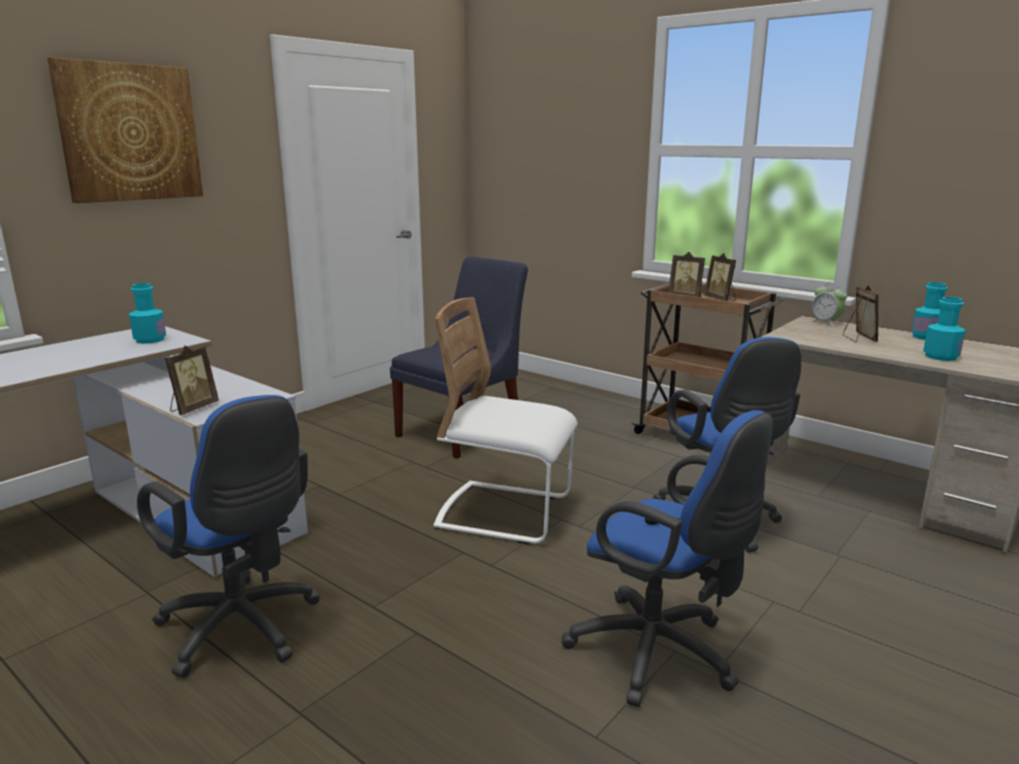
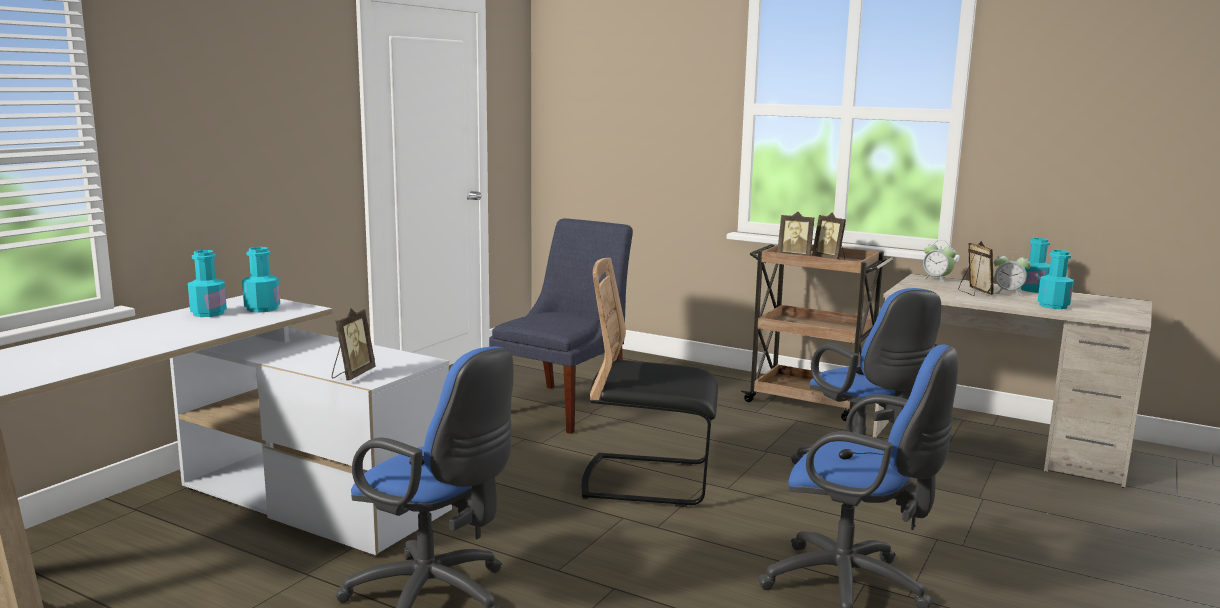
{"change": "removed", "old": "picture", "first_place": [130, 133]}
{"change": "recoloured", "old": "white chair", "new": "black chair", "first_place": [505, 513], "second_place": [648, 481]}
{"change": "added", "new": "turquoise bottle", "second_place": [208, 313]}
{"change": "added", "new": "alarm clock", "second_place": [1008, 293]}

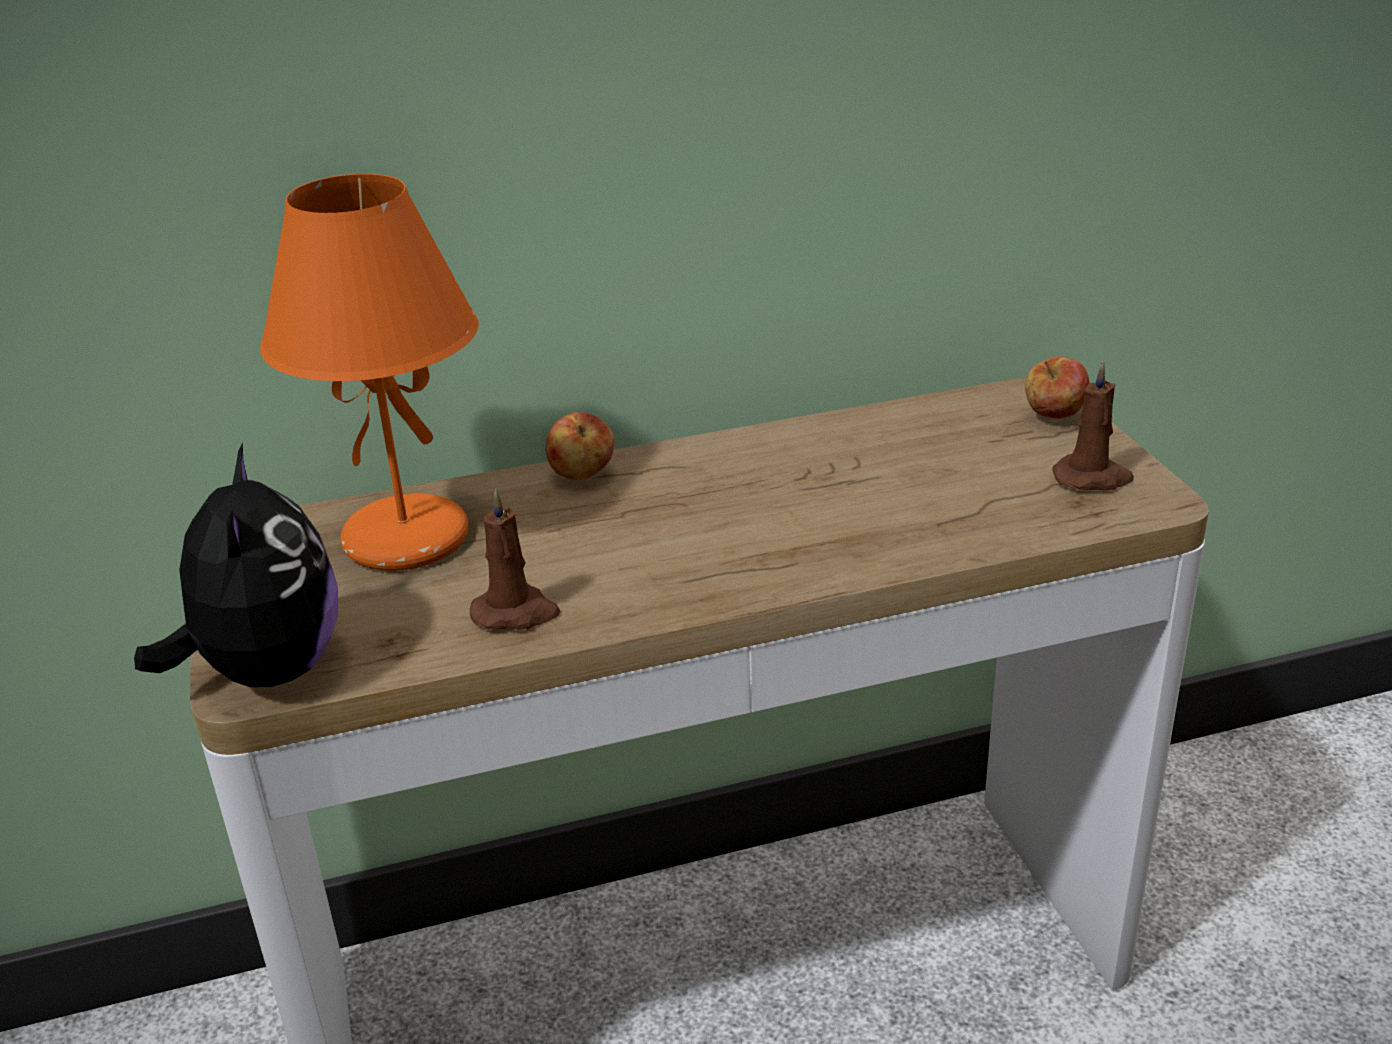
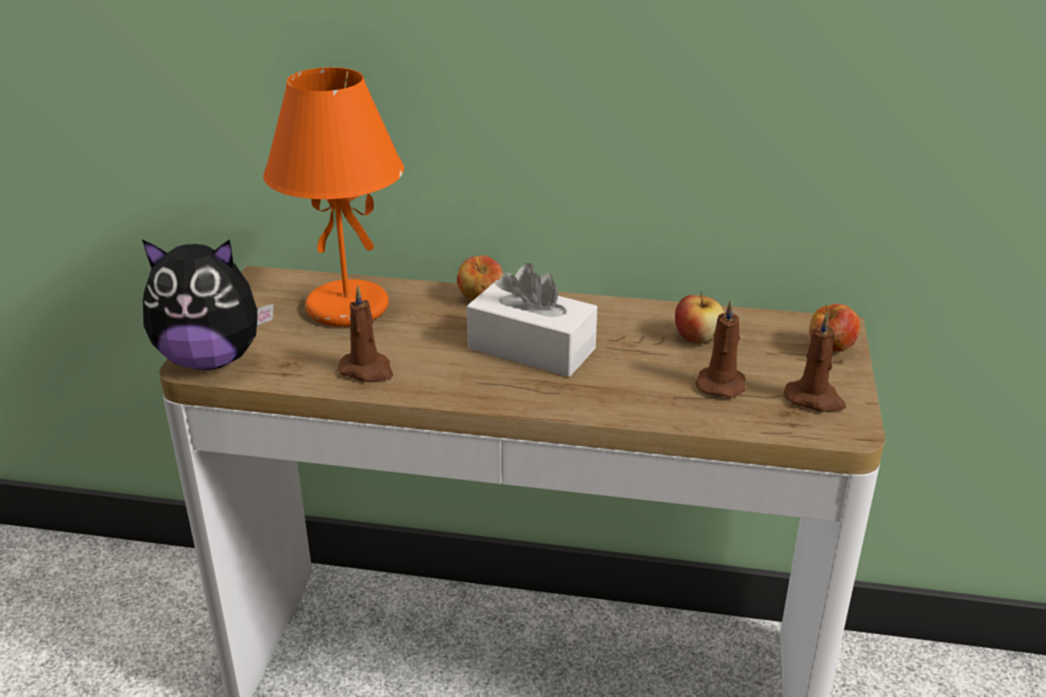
{"change": "turned", "old": "plush toy", "first_place": [266, 671], "second_place": [211, 360], "degrees": 75}
{"change": "added", "new": "white tissue box", "second_place": [531, 348]}
{"change": "added", "new": "apple", "second_place": [697, 338]}
{"change": "added", "new": "brown candle", "second_place": [721, 383]}

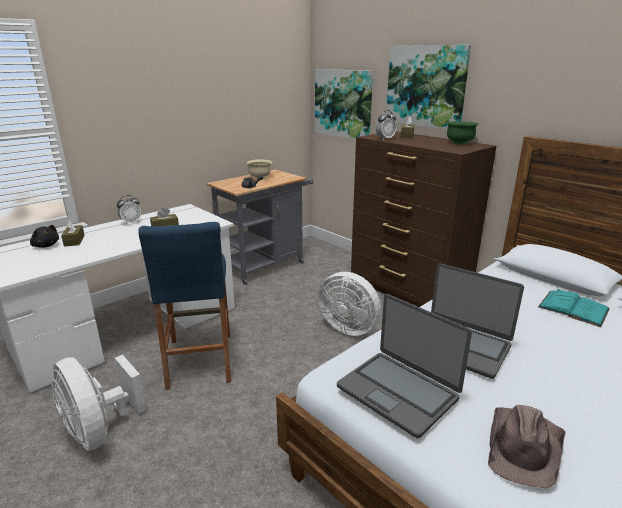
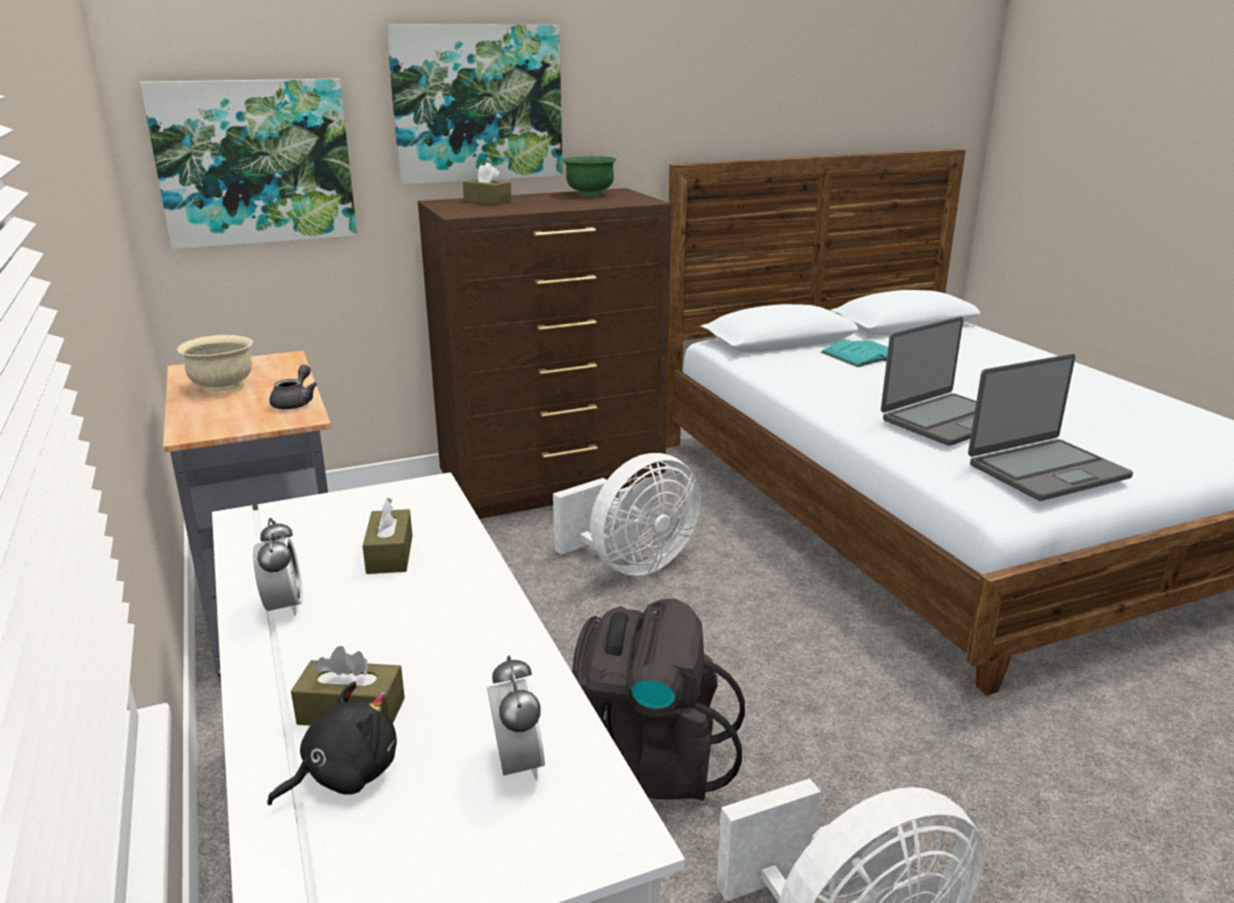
{"change": "replaced", "old": "blue stool", "new": "black backpack", "first_place": [199, 360], "second_place": [643, 764]}
{"change": "moved", "old": "alarm clock", "first_place": [385, 139], "second_place": [517, 764]}
{"change": "removed", "old": "brown hat", "first_place": [524, 447]}

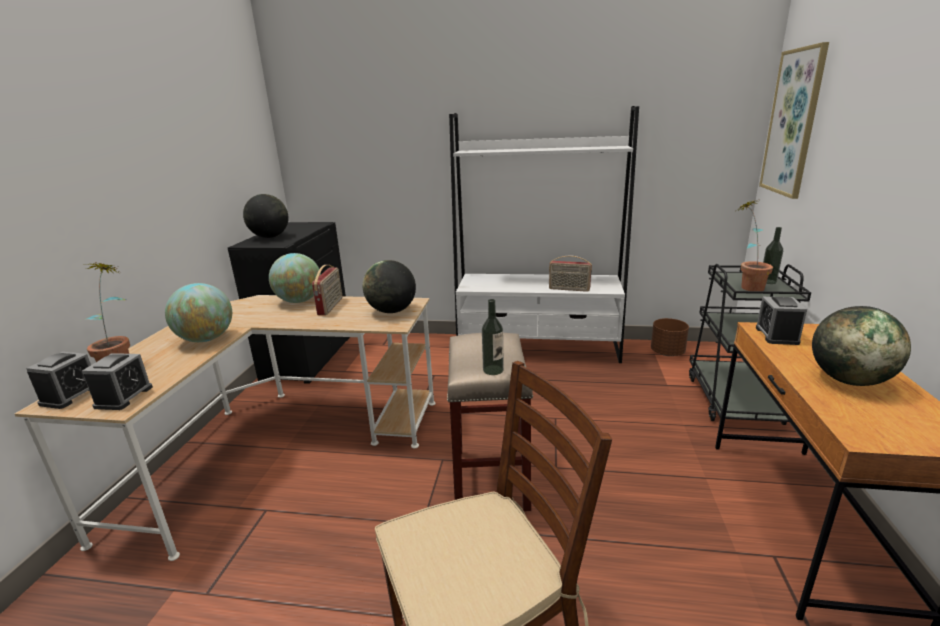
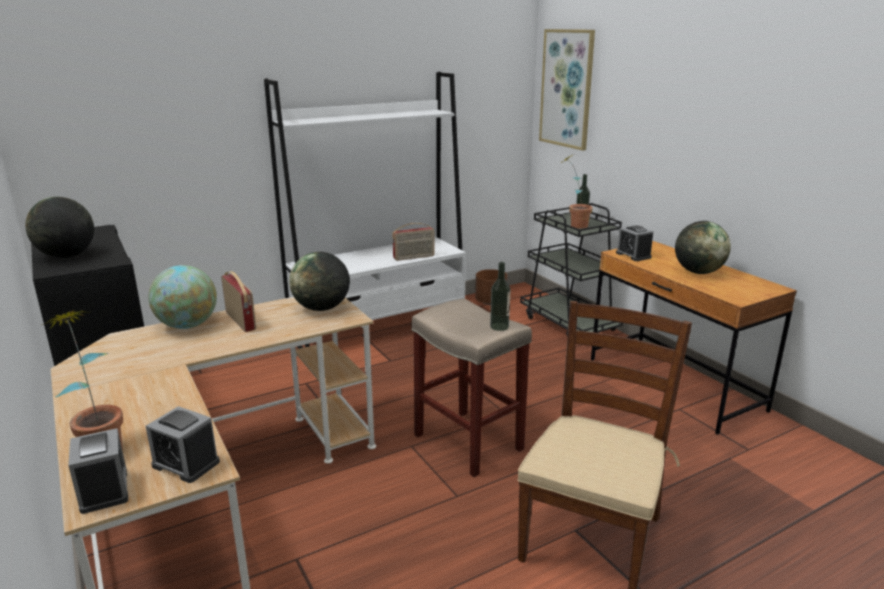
{"change": "turned", "old": "alarm clock", "first_place": [124, 397], "second_place": [186, 464], "degrees": 150}
{"change": "removed", "old": "globe", "first_place": [206, 339]}

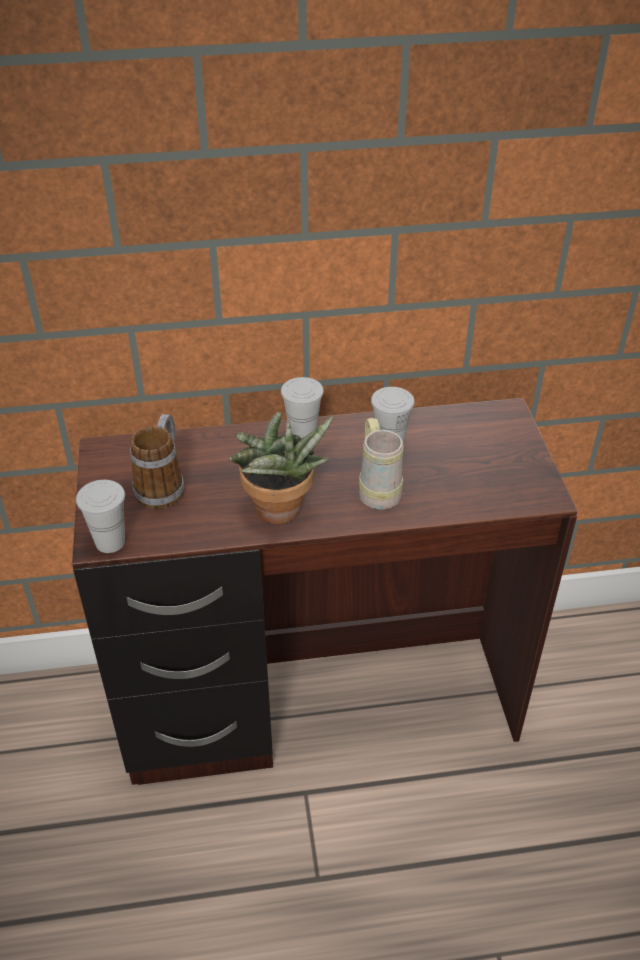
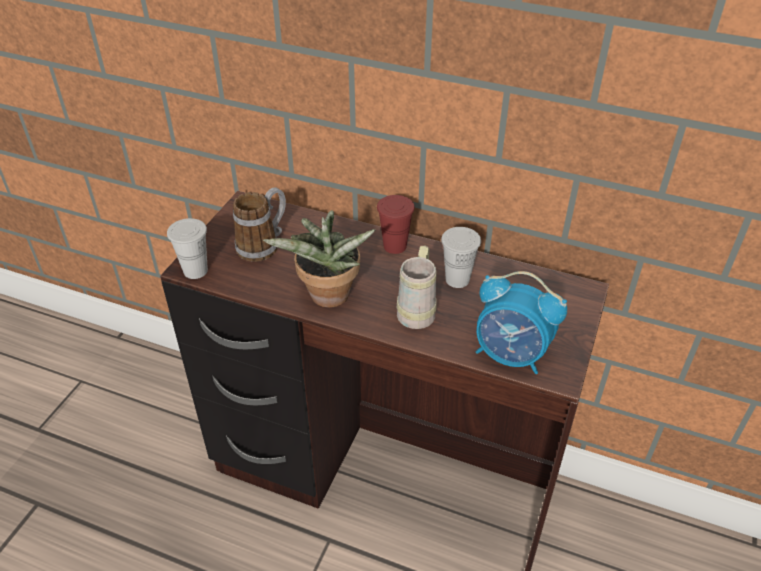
{"change": "recoloured", "old": "white cup", "new": "red cup", "first_place": [302, 435], "second_place": [395, 246]}
{"change": "added", "new": "alarm clock", "second_place": [511, 355]}

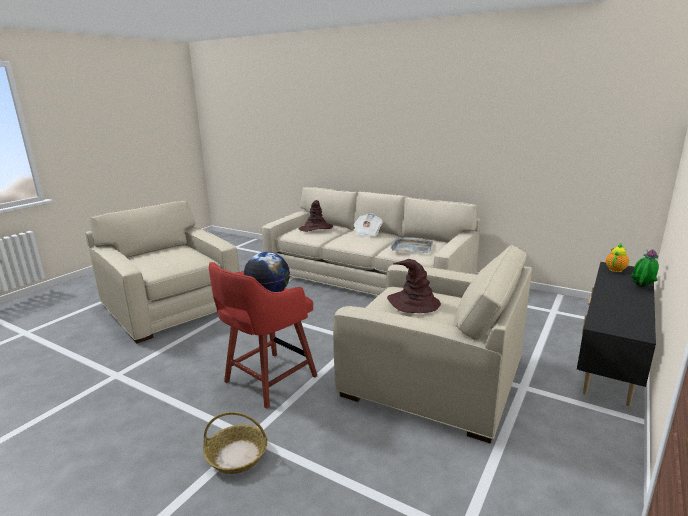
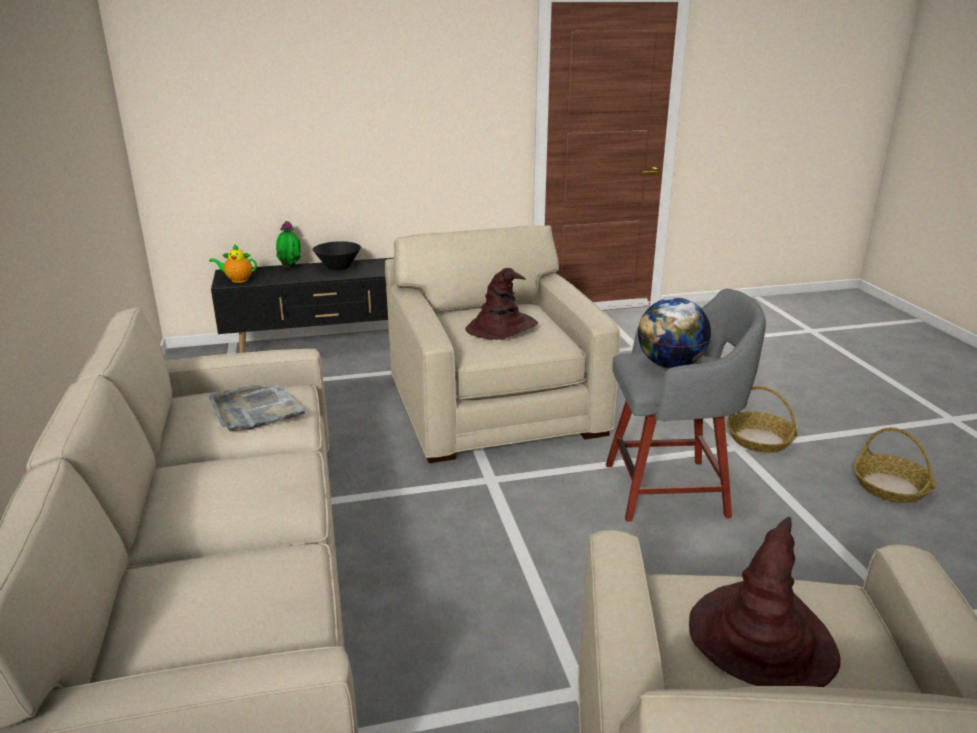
{"change": "recoloured", "old": "red stool", "new": "grey stool", "first_place": [268, 380], "second_place": [670, 490]}
{"change": "moved", "old": "brown hat", "first_place": [316, 228], "second_place": [761, 639]}
{"change": "removed", "old": "newspaper", "first_place": [366, 234]}
{"change": "added", "new": "black bowl", "second_place": [338, 267]}
{"change": "added", "new": "basket", "second_place": [891, 487]}

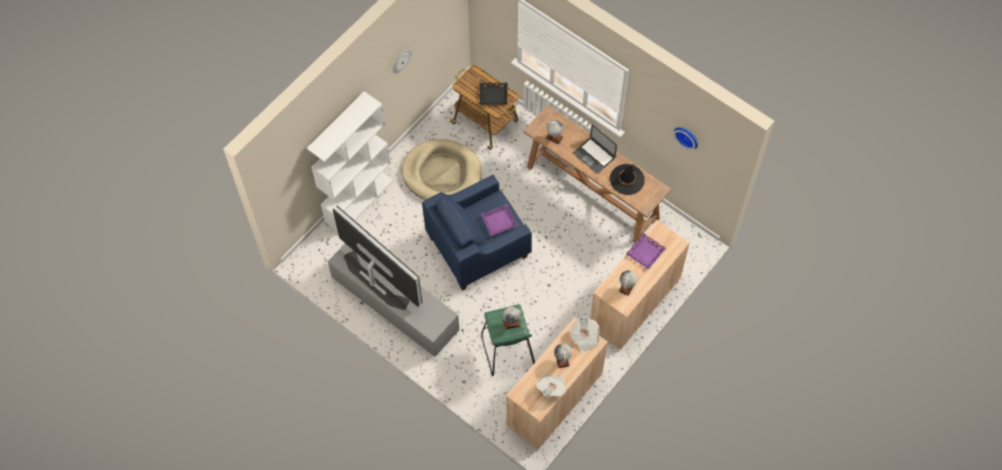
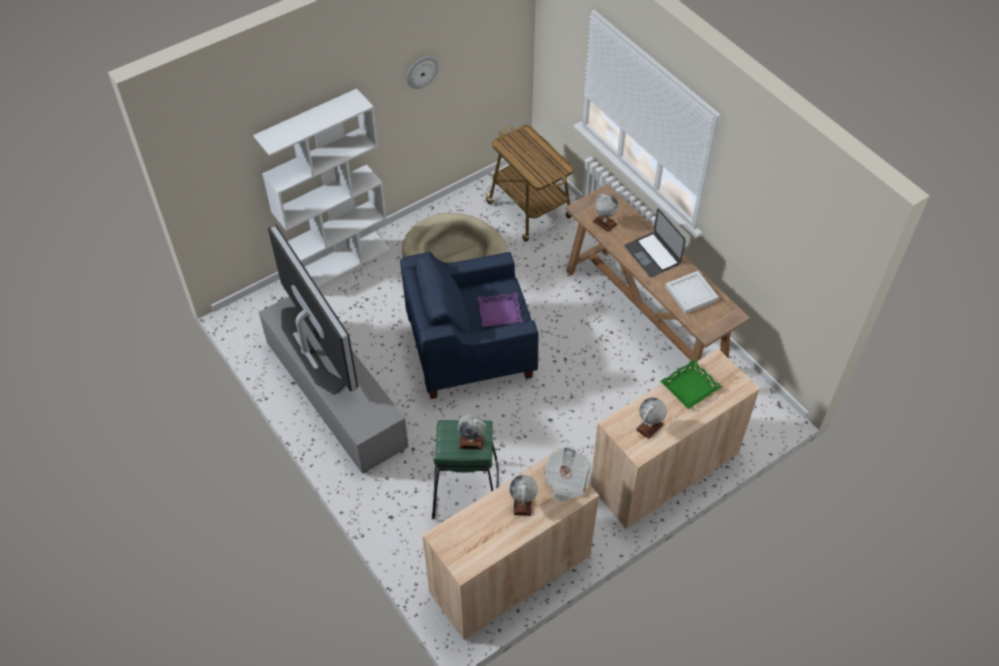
{"change": "removed", "old": "black tray", "first_place": [493, 96]}
{"change": "removed", "old": "newspaper", "first_place": [552, 388]}
{"change": "replaced", "old": "black hat", "new": "white tray", "first_place": [627, 179], "second_place": [690, 293]}
{"change": "recoloured", "old": "purple tray", "new": "green tray", "first_place": [645, 253], "second_place": [690, 387]}
{"change": "removed", "old": "wall clock", "first_place": [687, 136]}

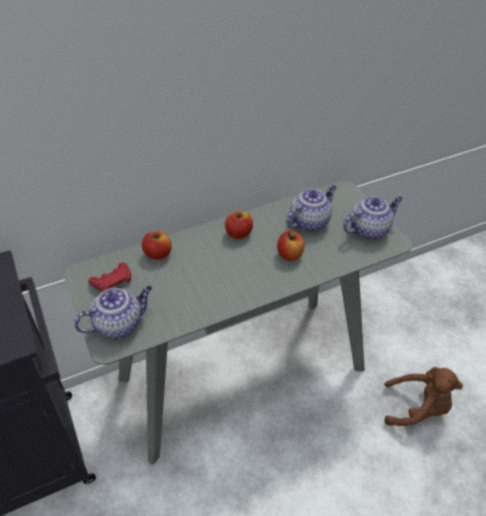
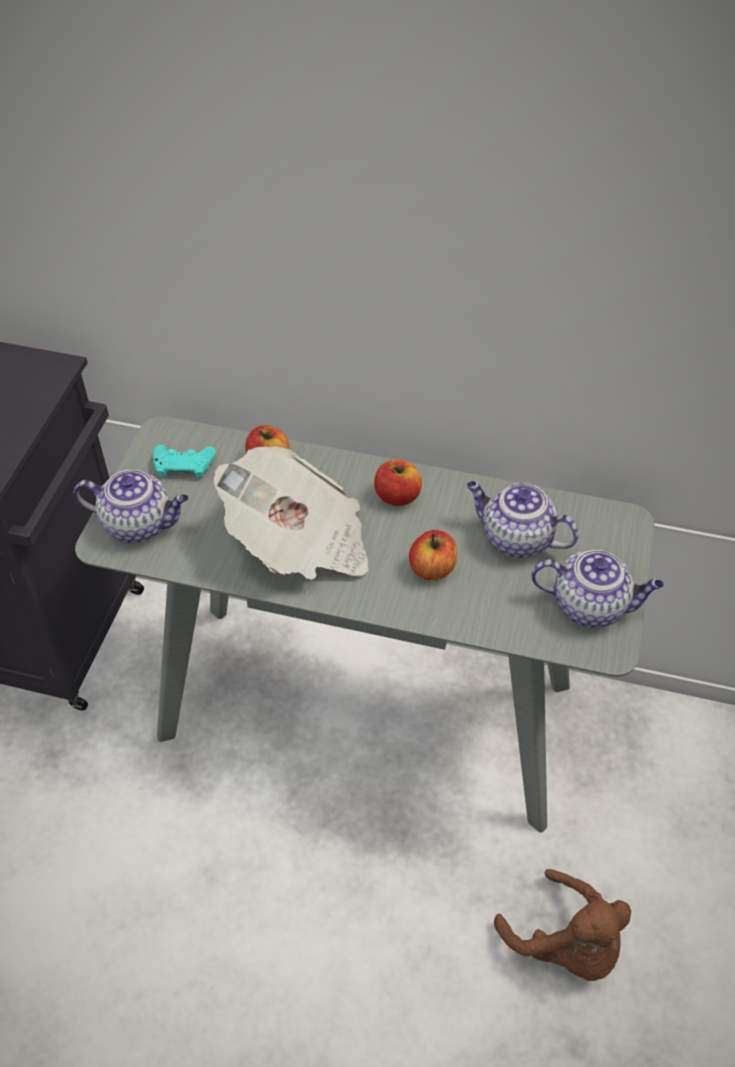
{"change": "recoloured", "old": "red game controller", "new": "turquoise game controller", "first_place": [112, 281], "second_place": [184, 465]}
{"change": "turned", "old": "teapot", "first_place": [309, 222], "second_place": [515, 539], "degrees": -150}
{"change": "added", "new": "newspaper", "second_place": [299, 543]}

